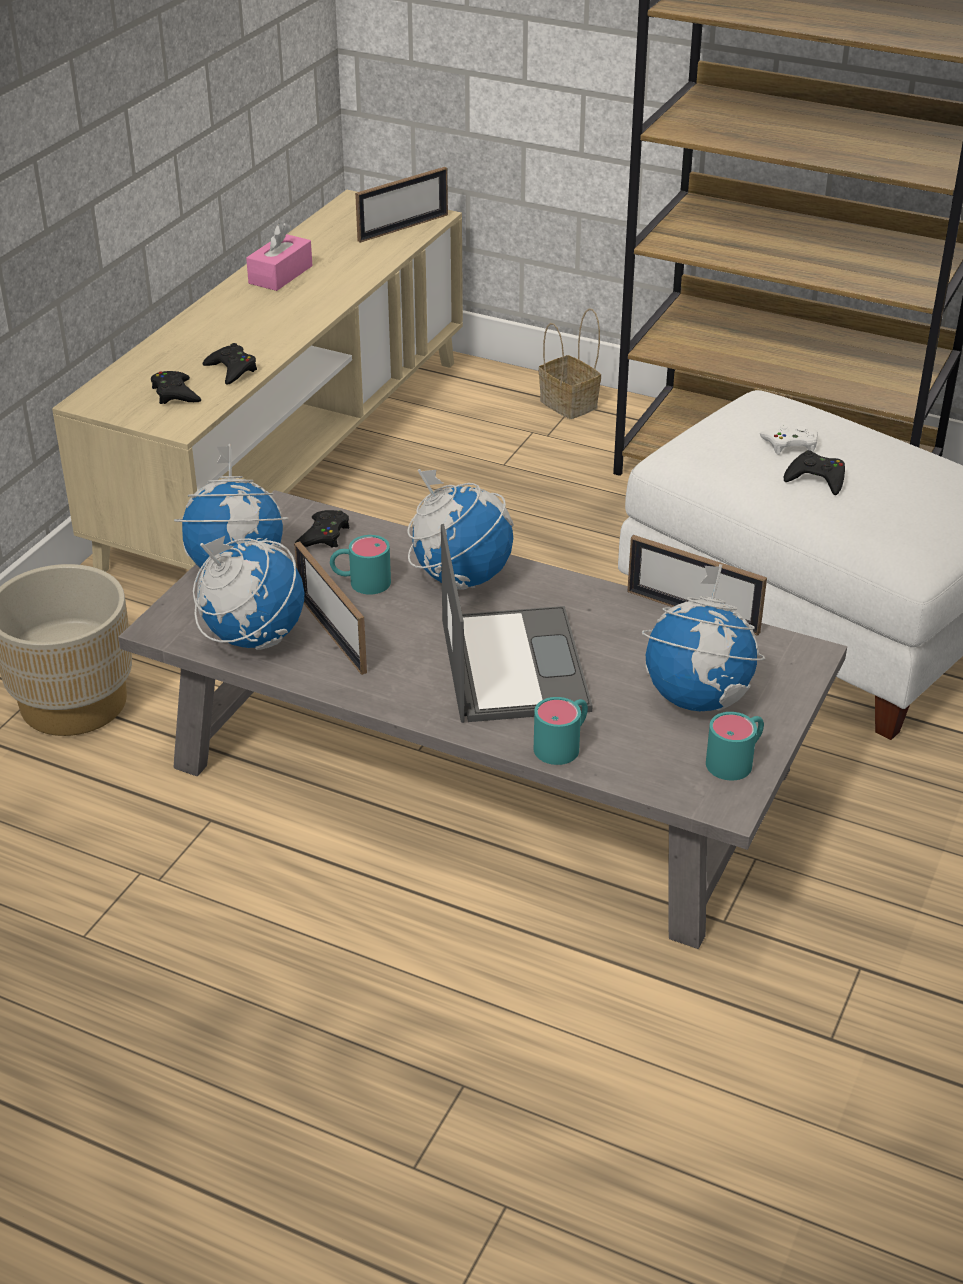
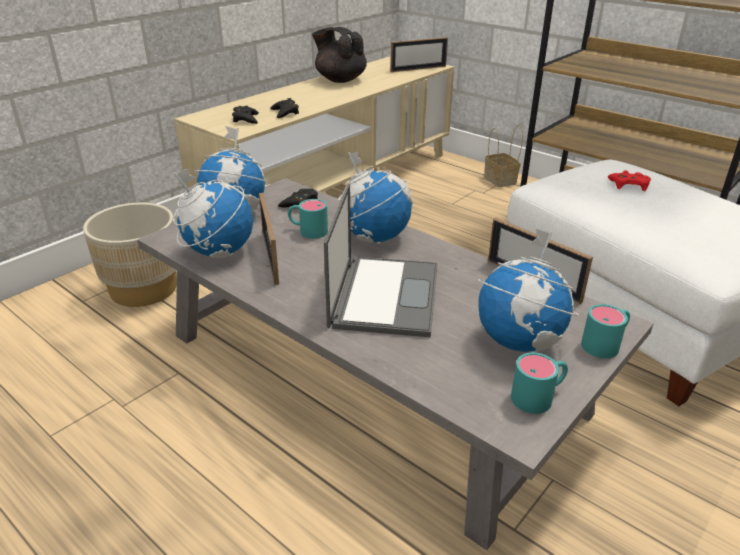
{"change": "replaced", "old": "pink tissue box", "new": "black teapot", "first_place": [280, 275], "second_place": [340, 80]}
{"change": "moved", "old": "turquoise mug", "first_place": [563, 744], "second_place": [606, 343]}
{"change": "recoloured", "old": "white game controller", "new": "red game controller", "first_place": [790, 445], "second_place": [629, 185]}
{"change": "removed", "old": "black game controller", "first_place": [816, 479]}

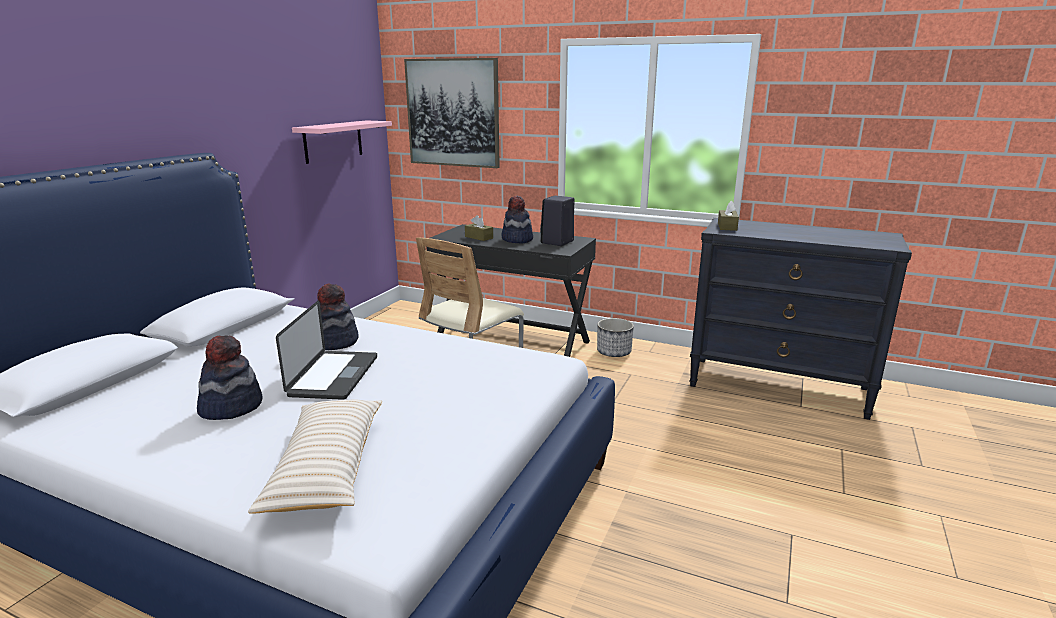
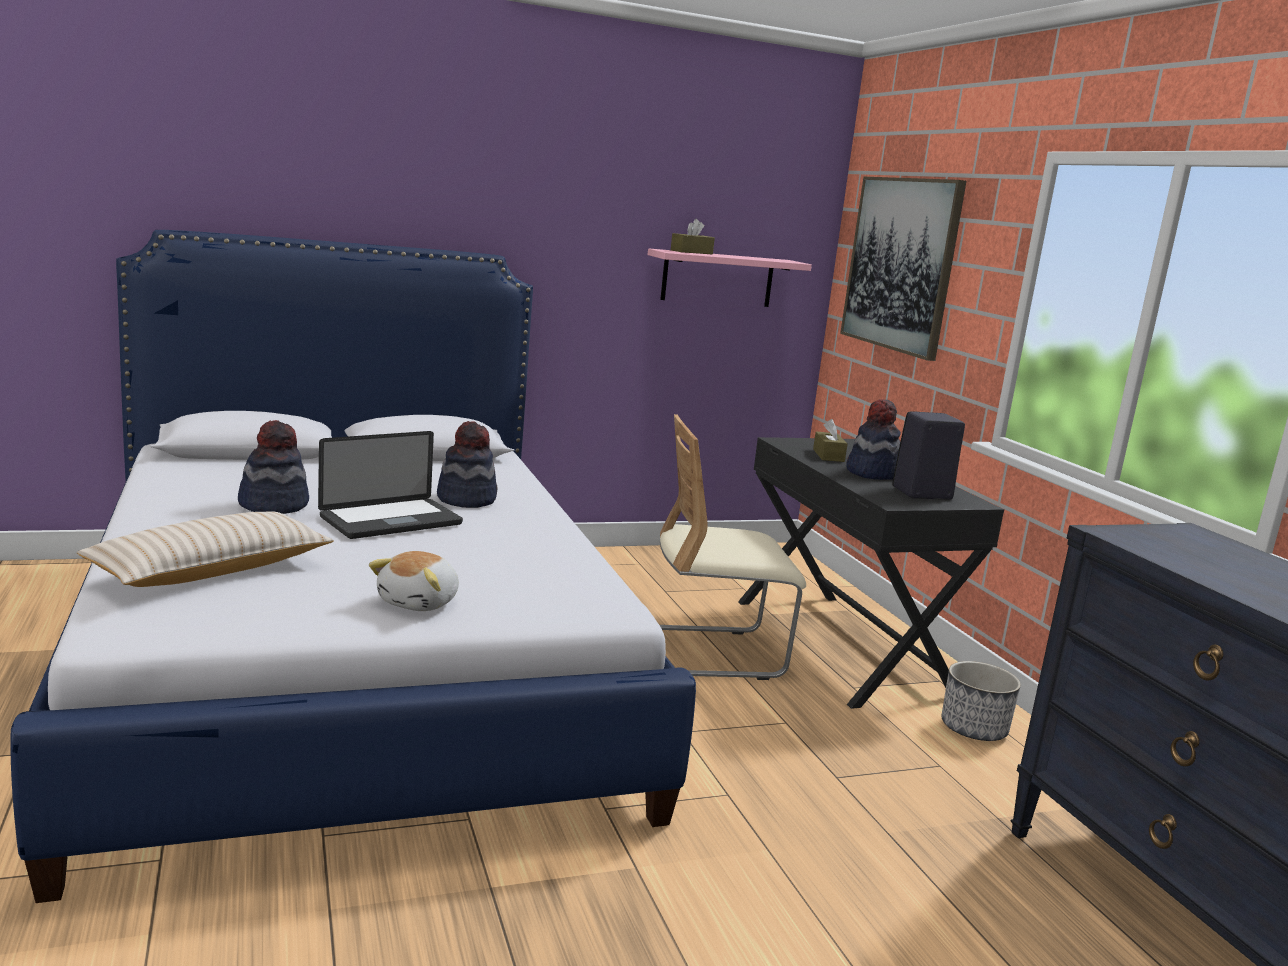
{"change": "moved", "old": "brown tissue box", "first_place": [727, 226], "second_place": [691, 252]}
{"change": "added", "new": "plush toy", "second_place": [420, 602]}

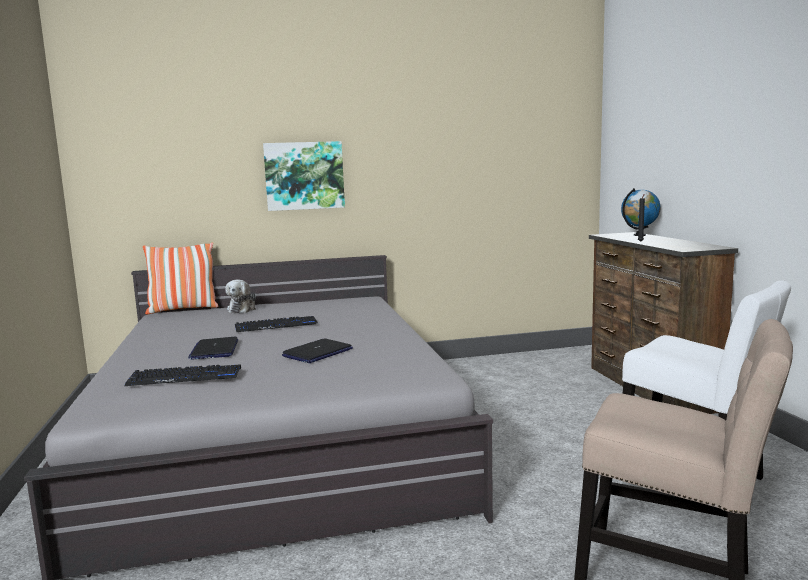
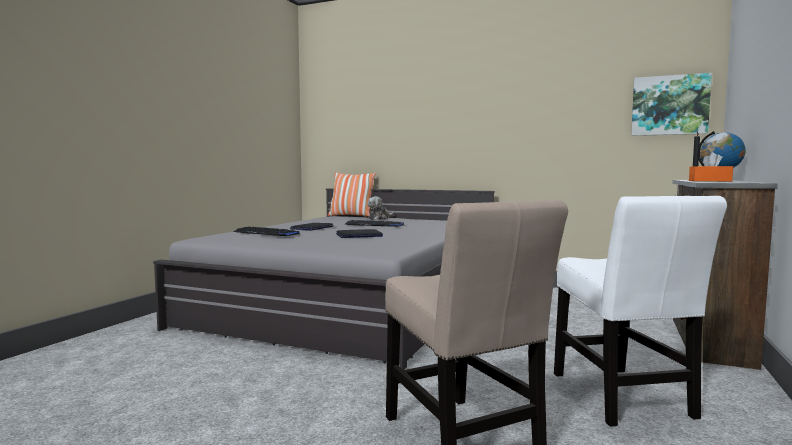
{"change": "moved", "old": "picture", "first_place": [304, 176], "second_place": [669, 105]}
{"change": "added", "new": "orange tissue box", "second_place": [709, 181]}

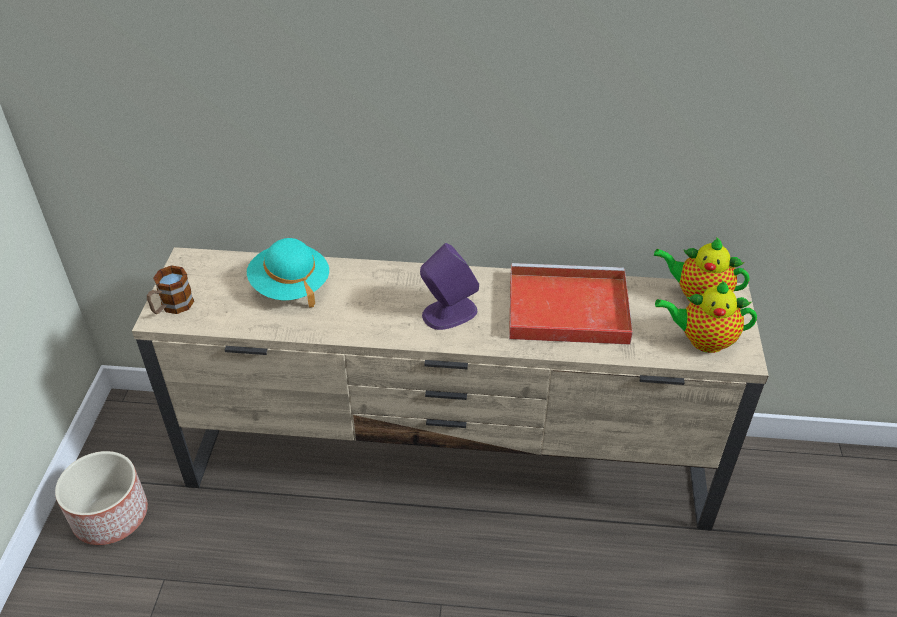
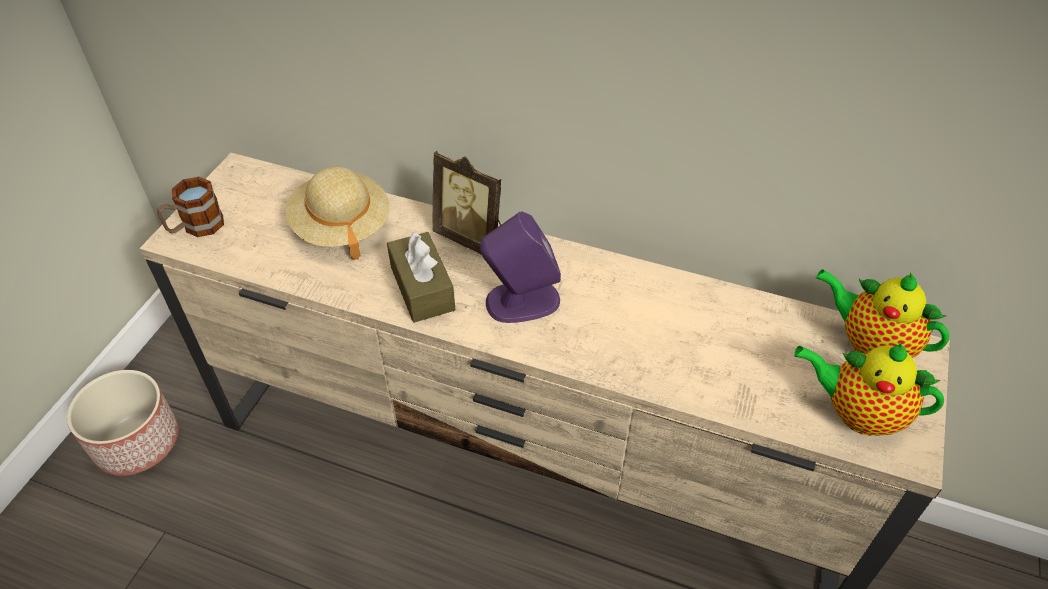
{"change": "recoloured", "old": "turquoise hat", "new": "beige hat", "first_place": [290, 286], "second_place": [341, 227]}
{"change": "removed", "old": "red tray", "first_place": [565, 309]}
{"change": "added", "new": "brown tissue box", "second_place": [422, 288]}
{"change": "added", "new": "picture frame", "second_place": [473, 237]}

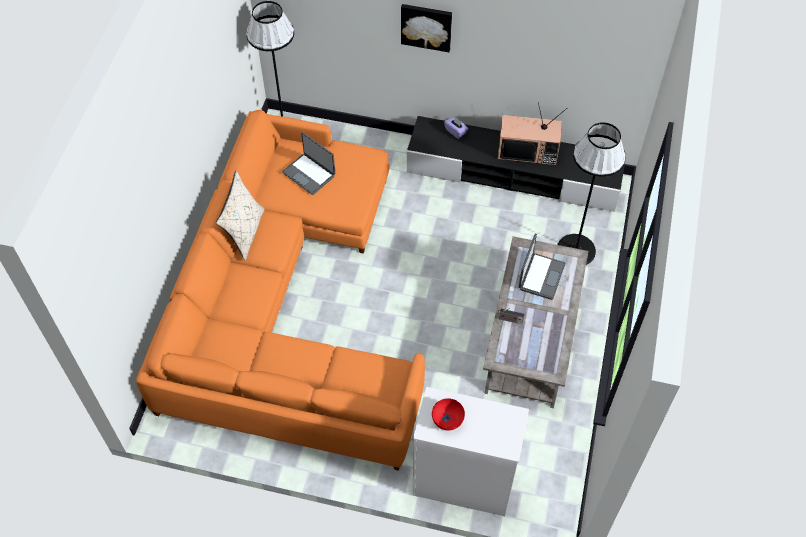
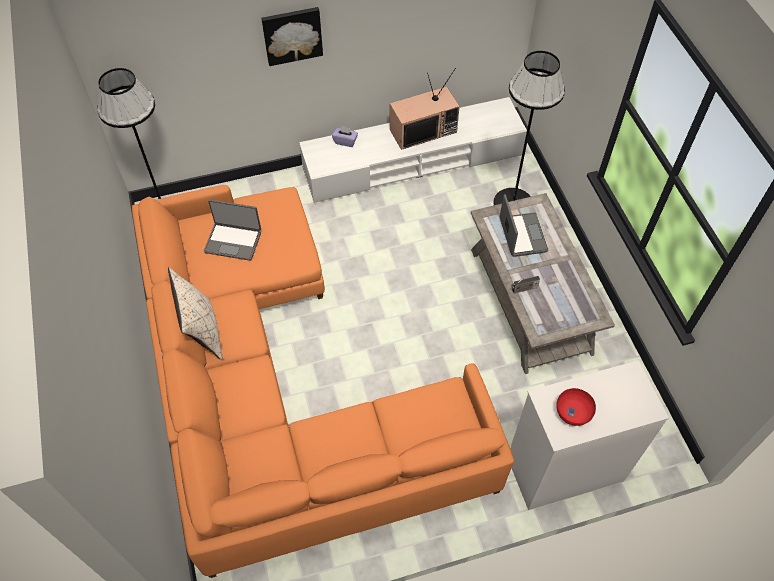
{"change": "recoloured", "old": "black tv stand", "new": "white tv stand", "first_place": [513, 174], "second_place": [413, 161]}

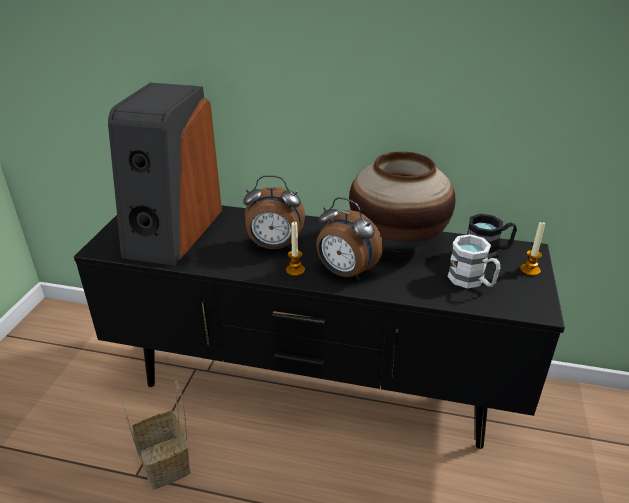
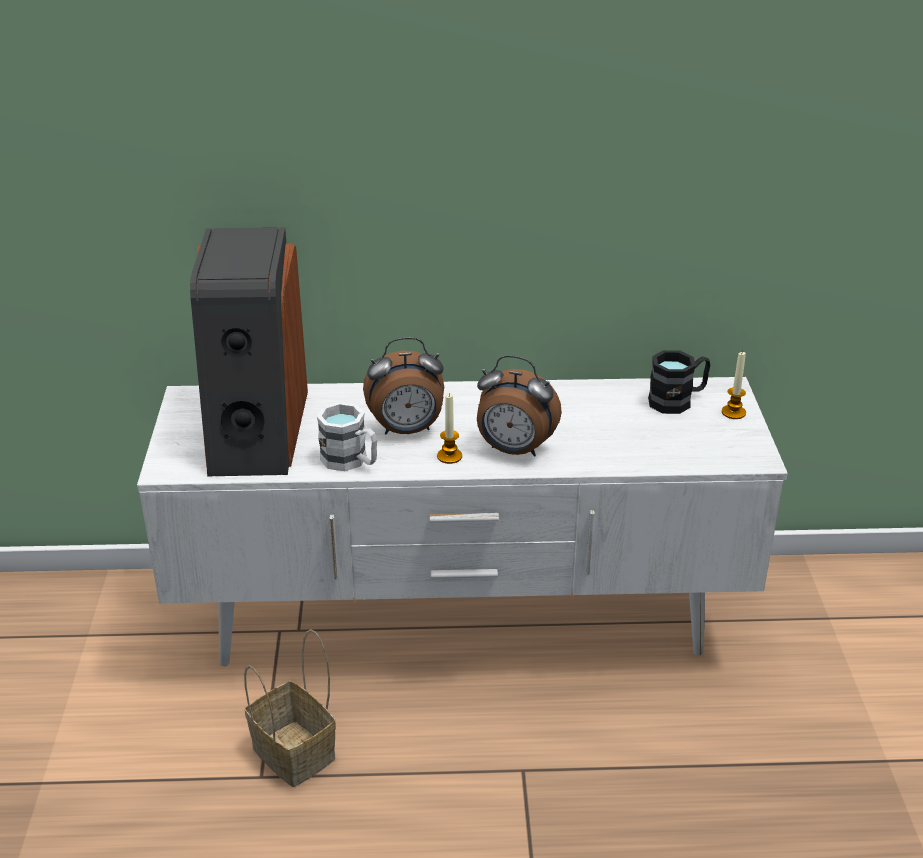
{"change": "recoloured", "old": "black tv stand", "new": "white tv stand", "first_place": [314, 388], "second_place": [461, 625]}
{"change": "removed", "old": "vase", "first_place": [396, 241]}
{"change": "moved", "old": "white mug", "first_place": [472, 281], "second_place": [351, 461]}

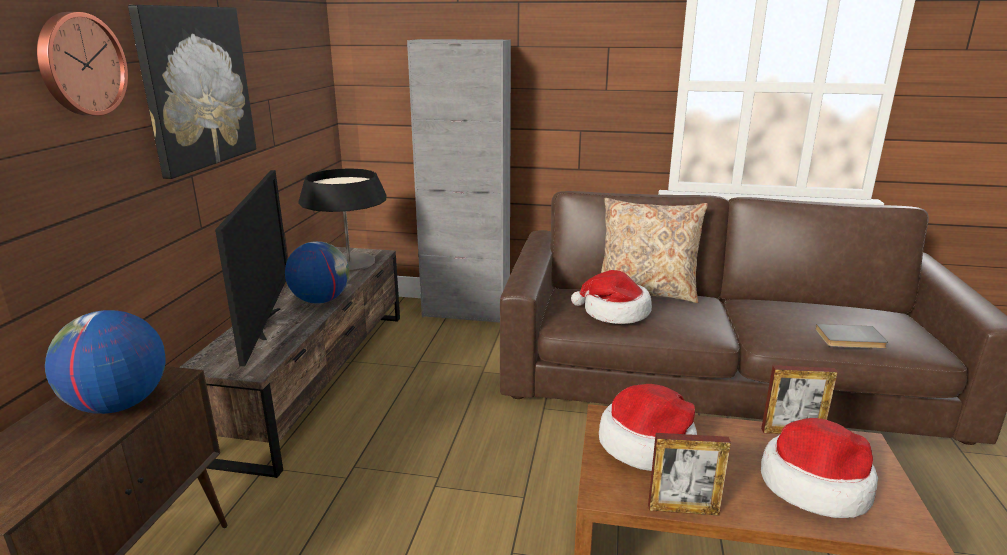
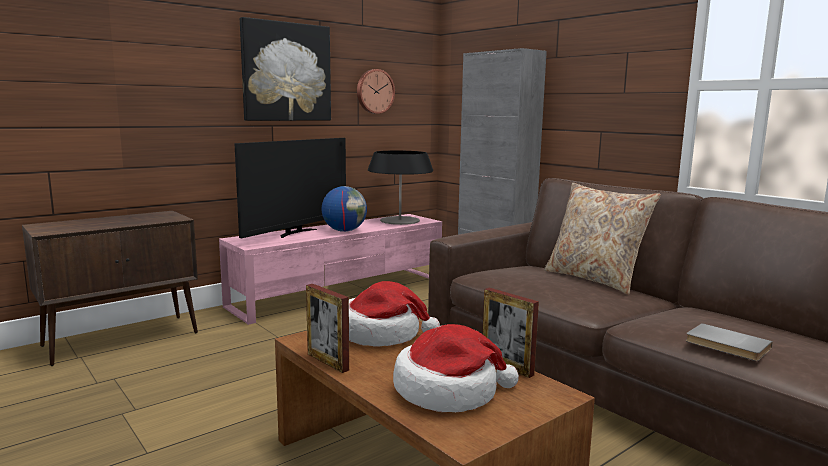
{"change": "moved", "old": "wall clock", "first_place": [80, 64], "second_place": [374, 91]}
{"change": "removed", "old": "globe", "first_place": [118, 405]}
{"change": "recoloured", "old": "brown tv stand", "new": "pink tv stand", "first_place": [318, 377], "second_place": [341, 292]}
{"change": "removed", "old": "hat", "first_place": [614, 312]}

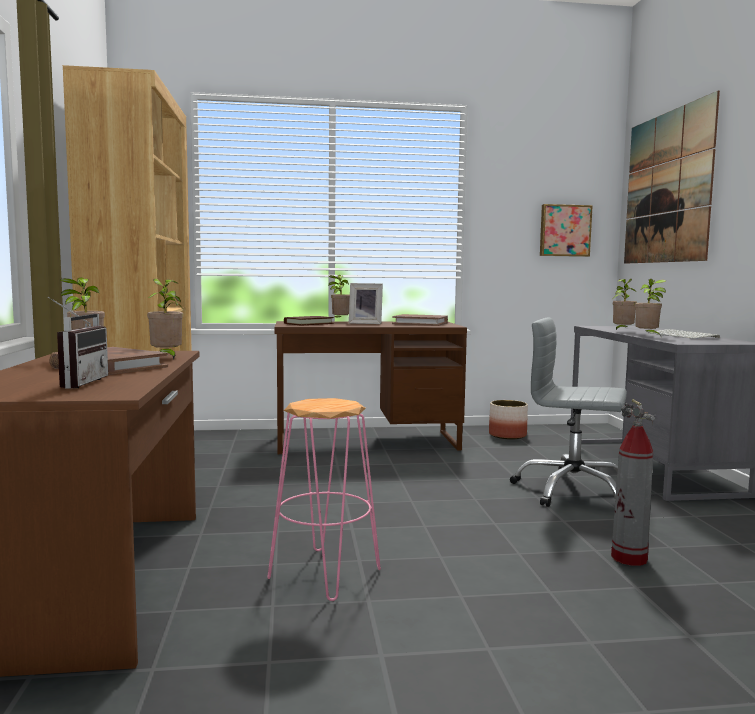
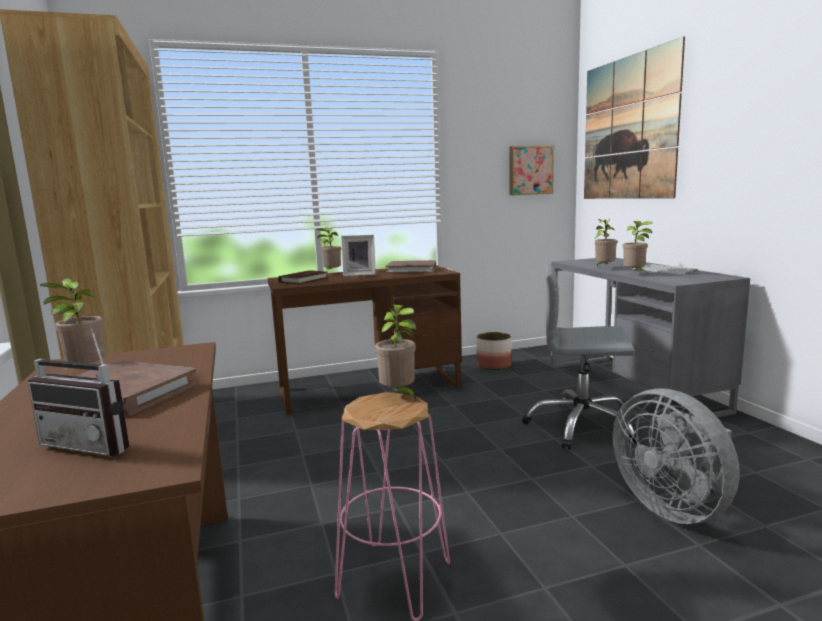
{"change": "turned", "old": "radio", "first_place": [76, 383], "second_place": [96, 443], "degrees": 120}
{"change": "moved", "old": "potted plant", "first_place": [166, 358], "second_place": [399, 396]}
{"change": "replaced", "old": "fire extinguisher", "new": "grey fan", "first_place": [629, 559], "second_place": [673, 507]}

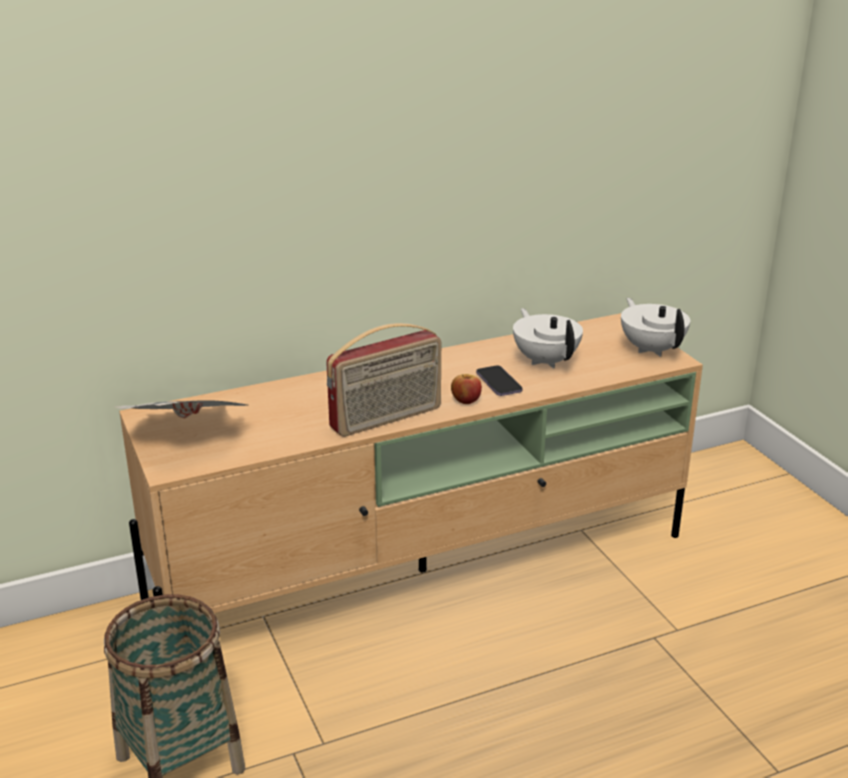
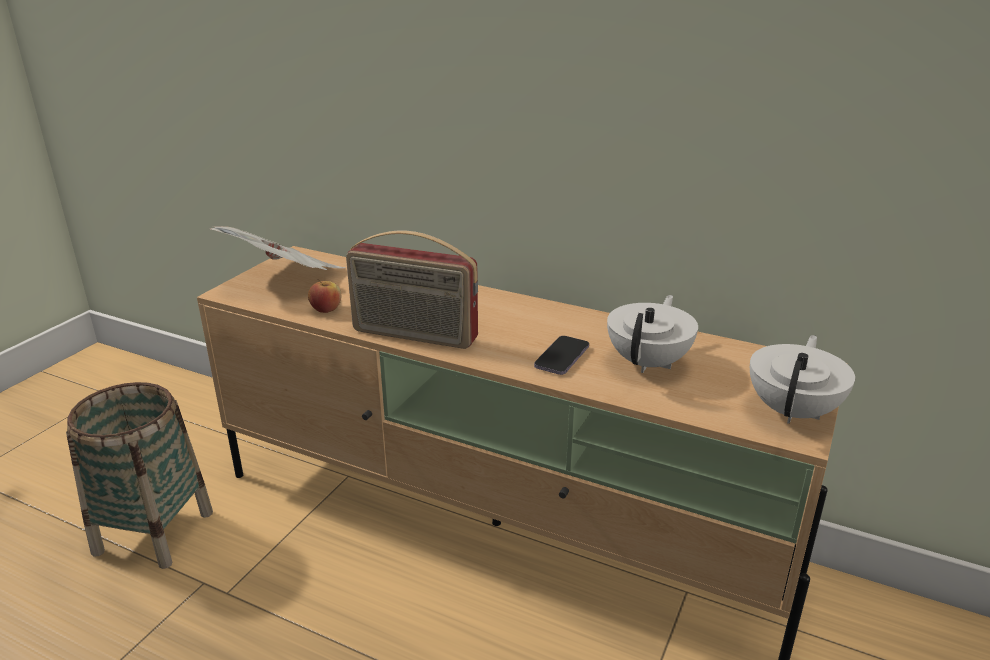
{"change": "moved", "old": "apple", "first_place": [466, 400], "second_place": [326, 309]}

